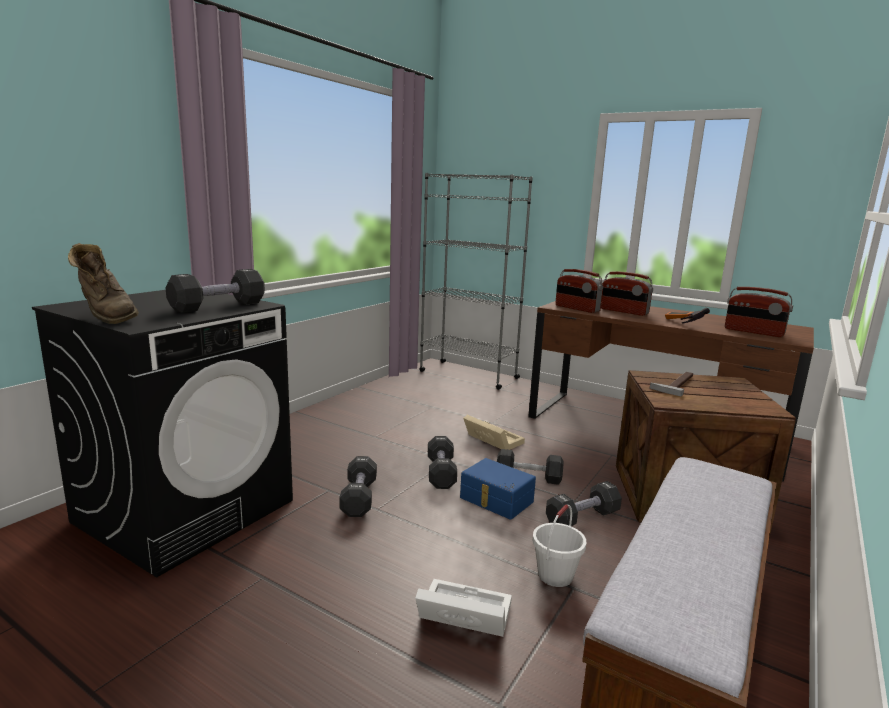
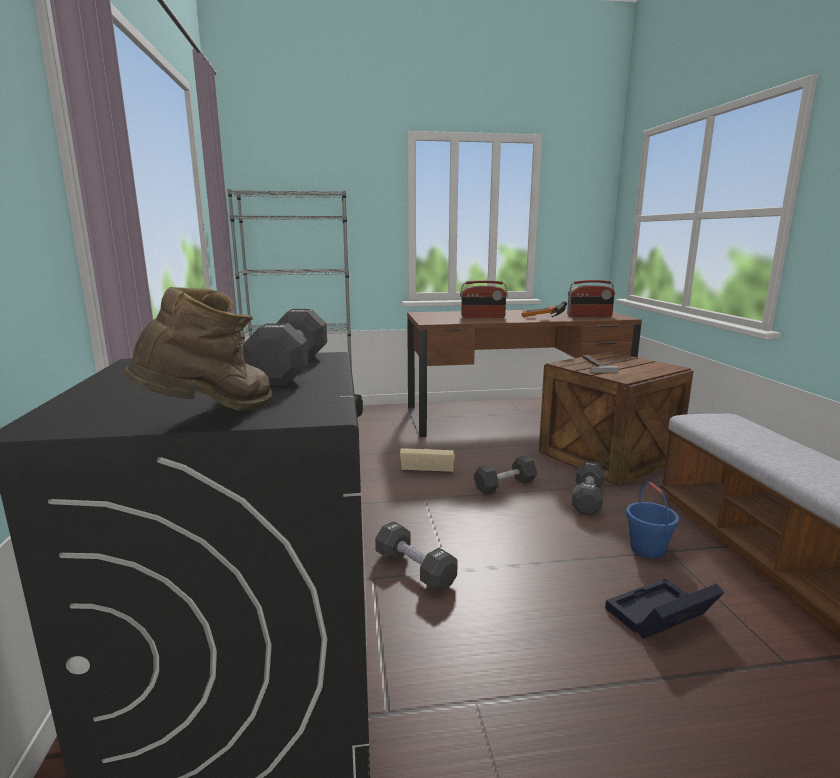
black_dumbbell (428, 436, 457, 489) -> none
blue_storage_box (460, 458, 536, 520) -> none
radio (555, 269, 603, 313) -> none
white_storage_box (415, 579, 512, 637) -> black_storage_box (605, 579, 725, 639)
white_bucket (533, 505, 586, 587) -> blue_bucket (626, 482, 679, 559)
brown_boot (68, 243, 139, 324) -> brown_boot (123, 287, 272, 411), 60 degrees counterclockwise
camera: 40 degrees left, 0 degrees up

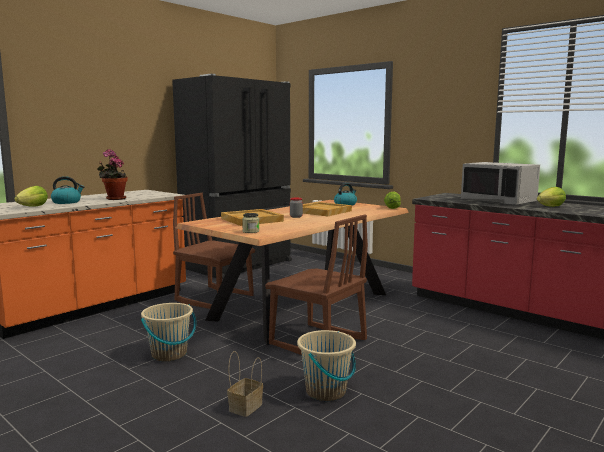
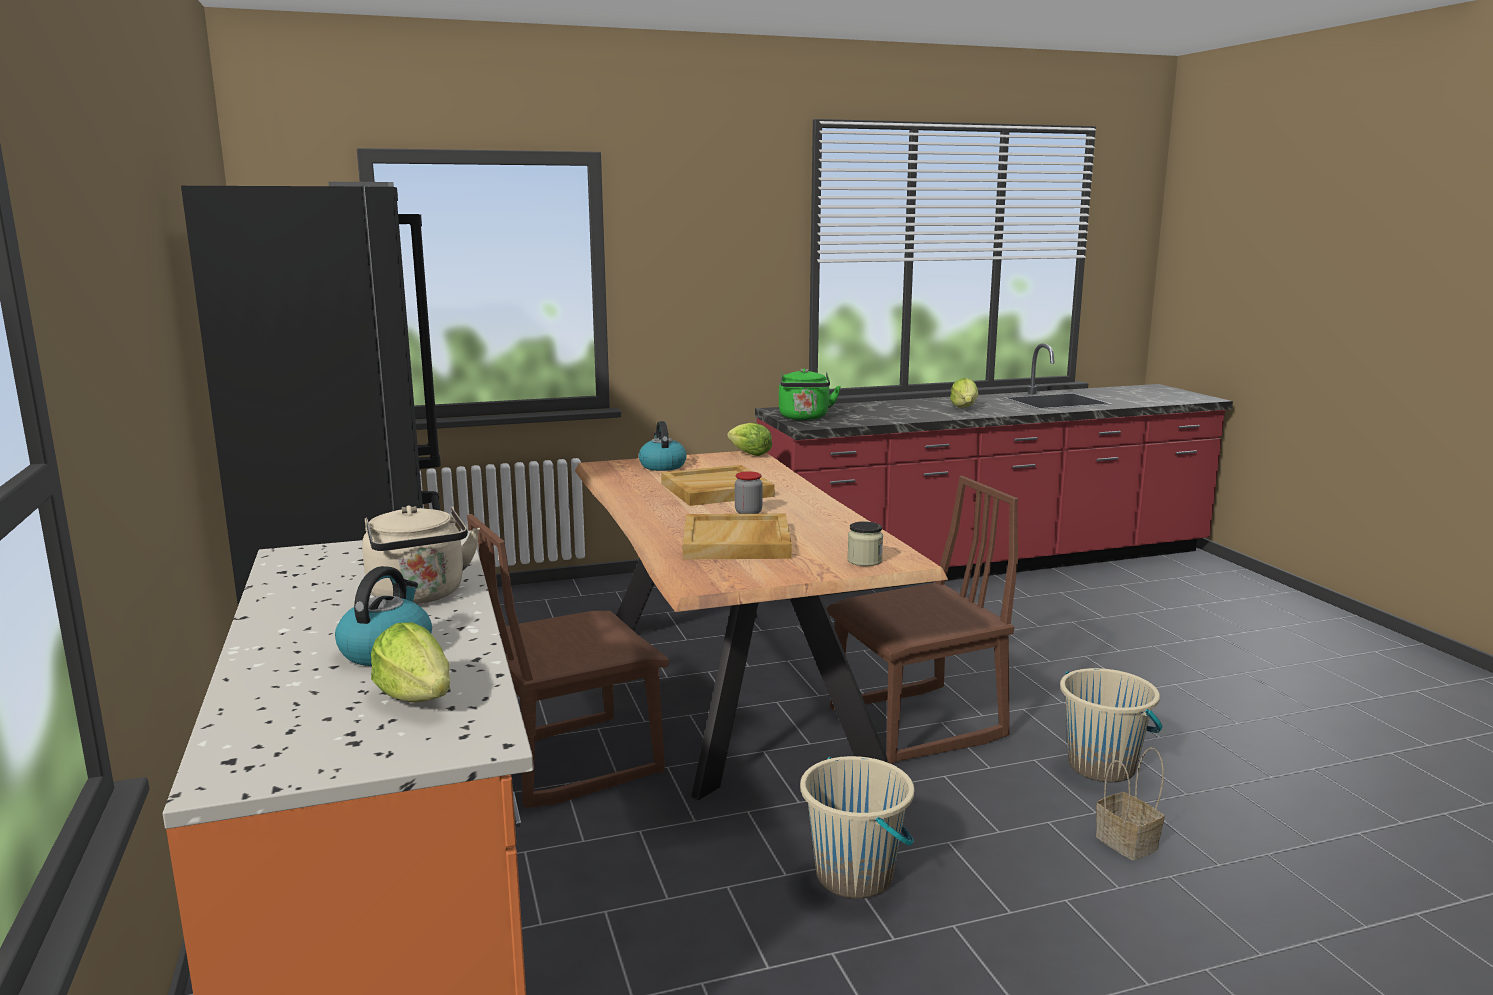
grey_microwave (461, 162, 540, 205) -> none
none -> green_kettle (779, 368, 841, 420)
potted_plant (97, 149, 128, 200) -> beige_kettle (362, 505, 480, 604)
camera: 60 degrees left, 5 degrees up

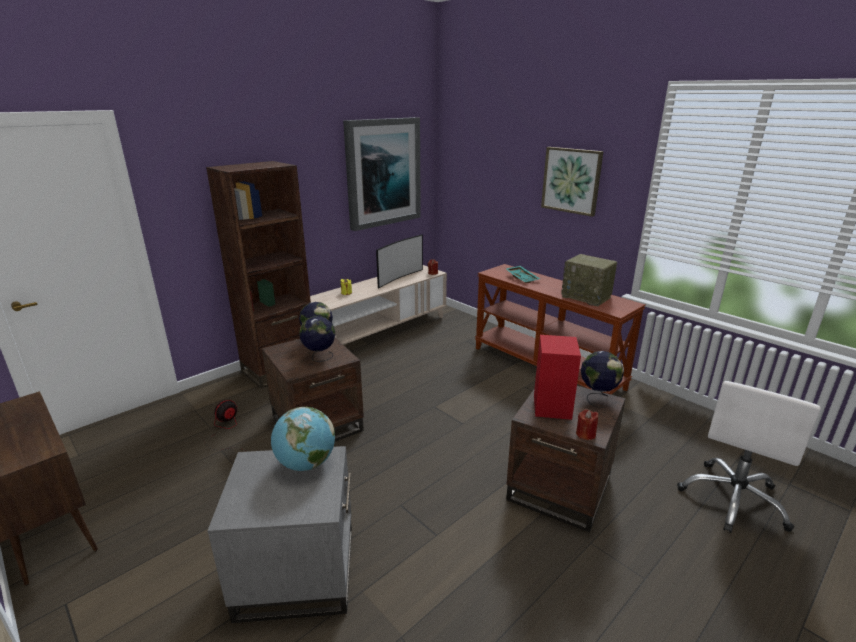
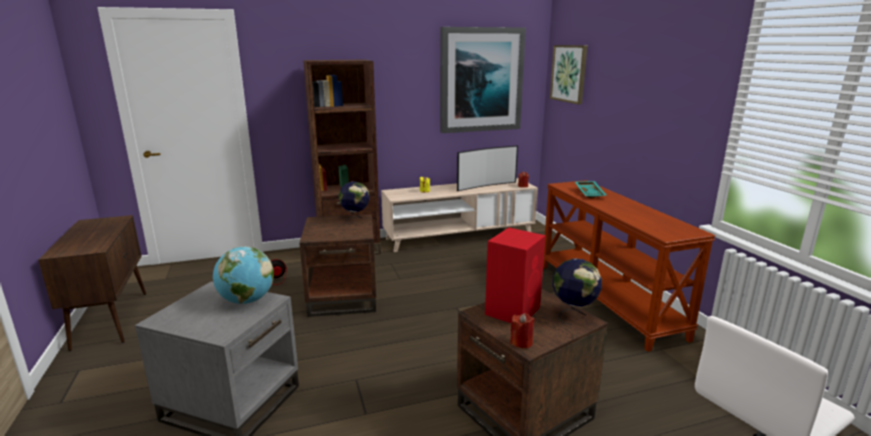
globe (299, 316, 336, 362) -> none
radio (561, 254, 617, 307) -> none
picture (541, 147, 603, 217) -> picture (550, 45, 587, 104), moved
camera: 25 degrees right, 5 degrees down

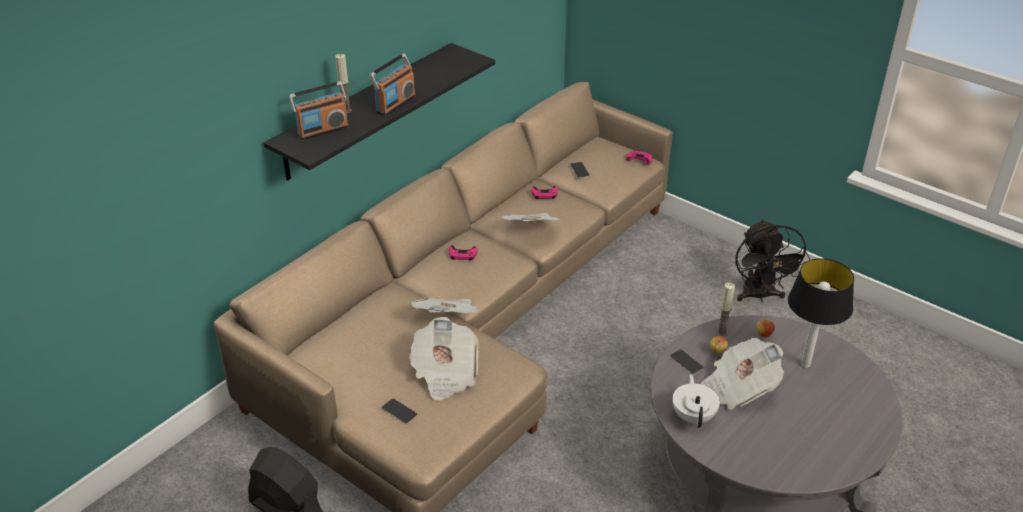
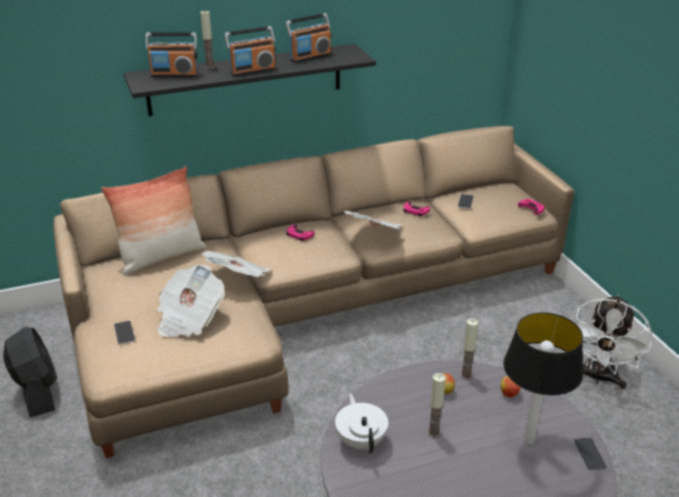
none -> pillow (101, 166, 206, 275)
none -> radio (285, 13, 332, 63)
phone (669, 349, 704, 375) -> phone (573, 437, 608, 472), moved
newspaper (700, 338, 784, 410) -> candle (428, 373, 445, 438)
black_fan (735, 219, 810, 302) -> white_fan (570, 295, 652, 389)
white_teapot (672, 374, 720, 428) -> white_teapot (335, 393, 388, 453), 45 degrees counterclockwise
camera: 30 degrees right, 5 degrees down

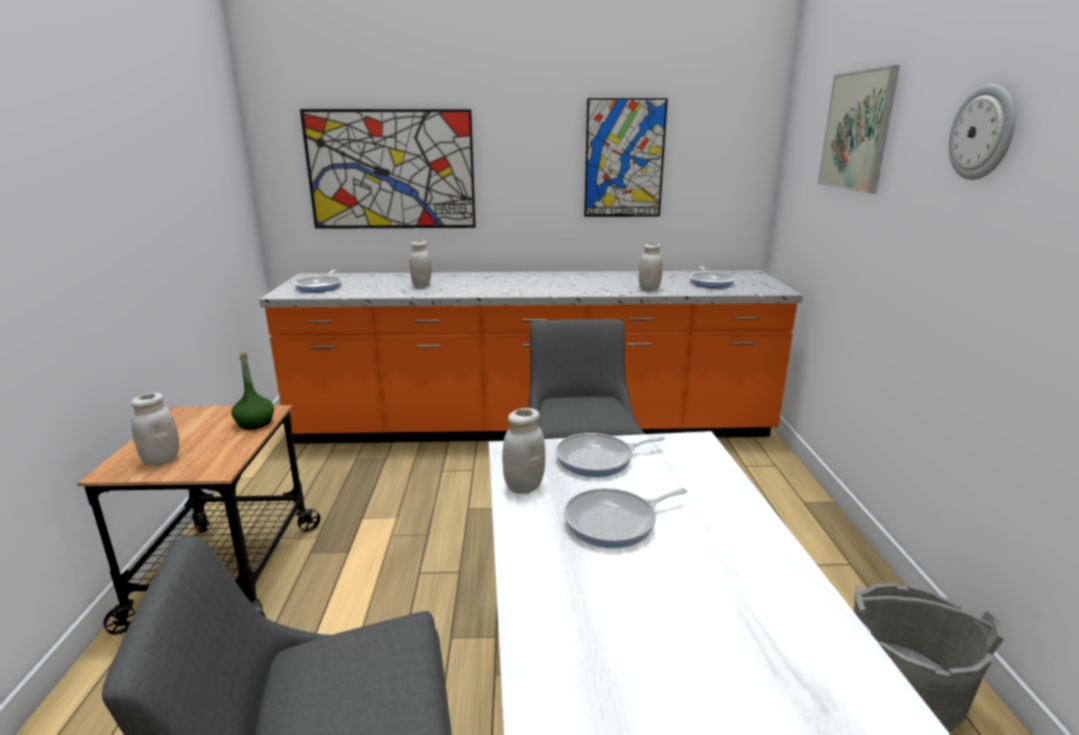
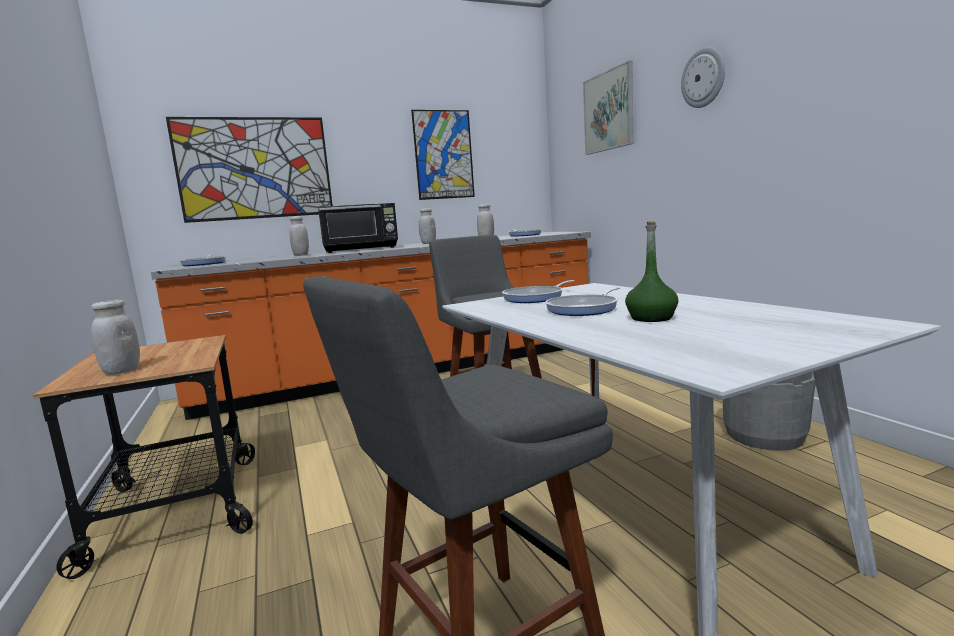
none -> black_microwave (318, 203, 398, 253)
green_bottle (231, 352, 274, 430) -> green_bottle (625, 221, 678, 322), moved
white_jar (502, 408, 545, 494) -> white_jar (419, 208, 436, 244), moved
camera: 20 degrees left, 10 degrees down

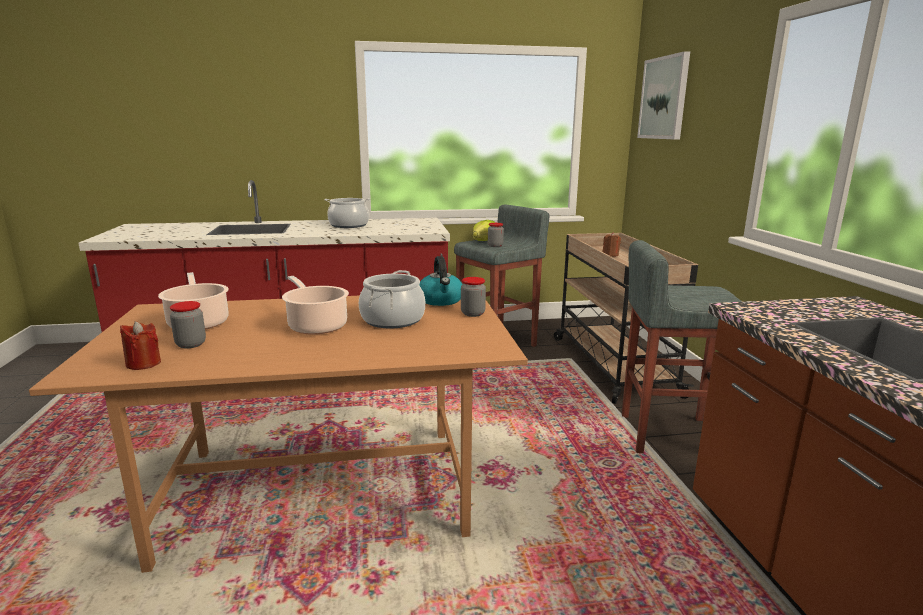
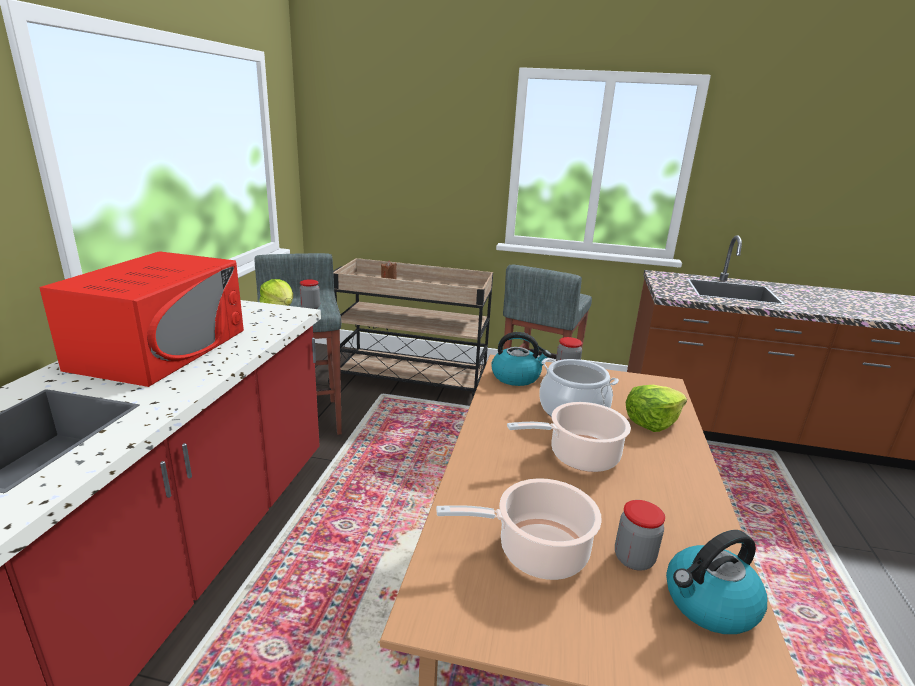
picture (637, 51, 690, 139) -> none
none -> lettuce (625, 385, 687, 432)
red_candle (120, 321, 161, 370) -> kettle (666, 530, 767, 634)
cooking_pot (324, 198, 370, 228) -> red_microwave (39, 251, 244, 387)
camera: 70 degrees left, 5 degrees up

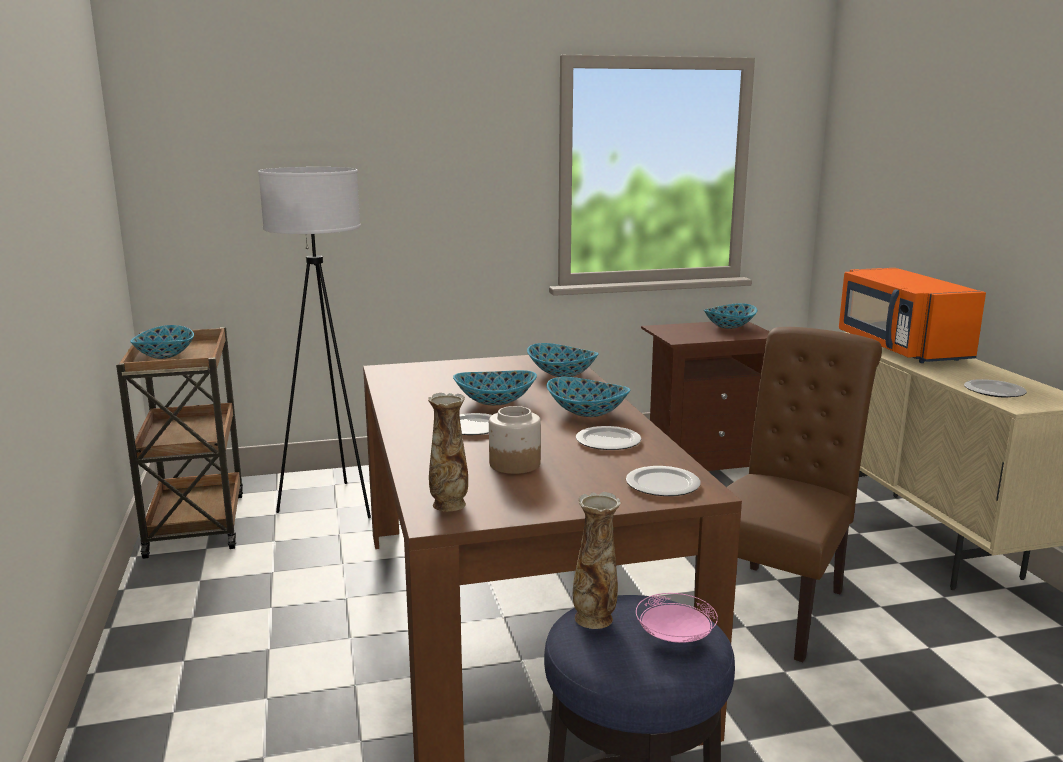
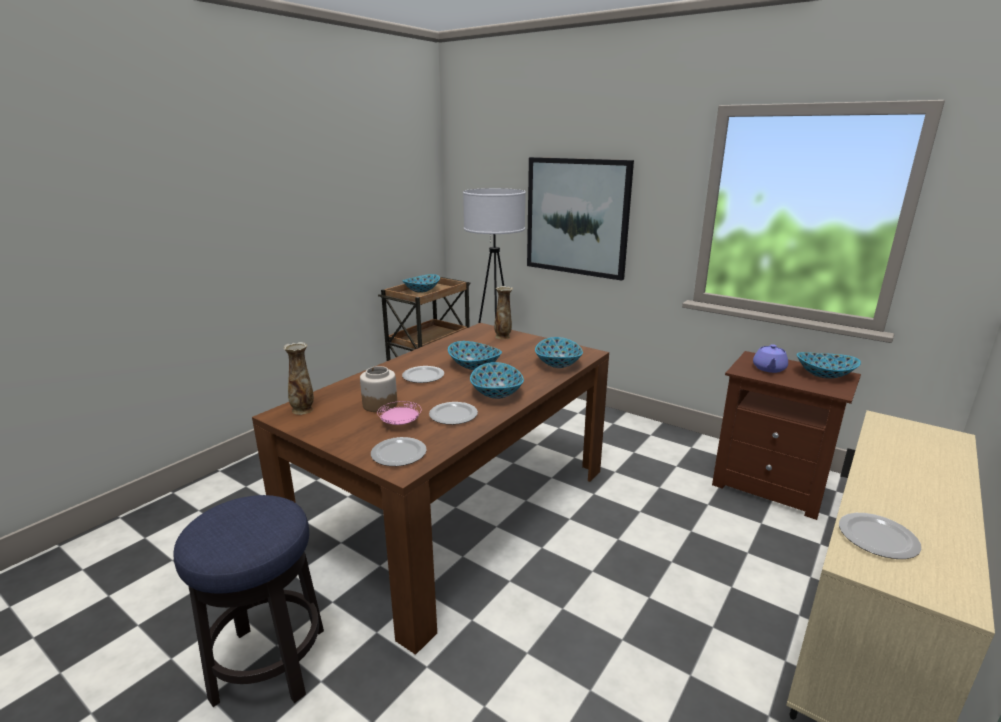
brown_chair (694, 327, 882, 662) -> none
orange_microwave (839, 268, 986, 363) -> none
none -> picture (527, 157, 634, 281)
none -> purple_teapot (753, 344, 788, 373)
vase (573, 492, 621, 629) -> vase (494, 286, 513, 339), moved
pink_plate (636, 593, 718, 643) -> pink_plate (377, 401, 422, 425), moved
camera: 50 degrees right, 5 degrees up

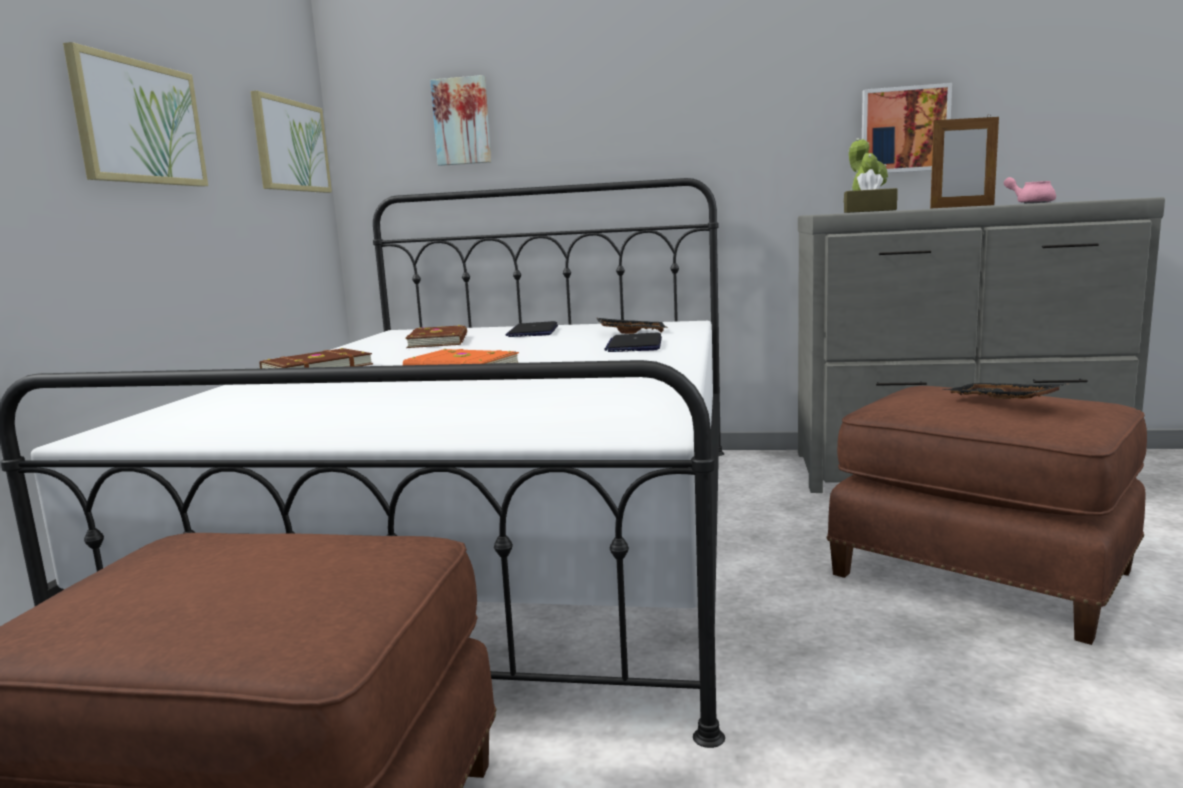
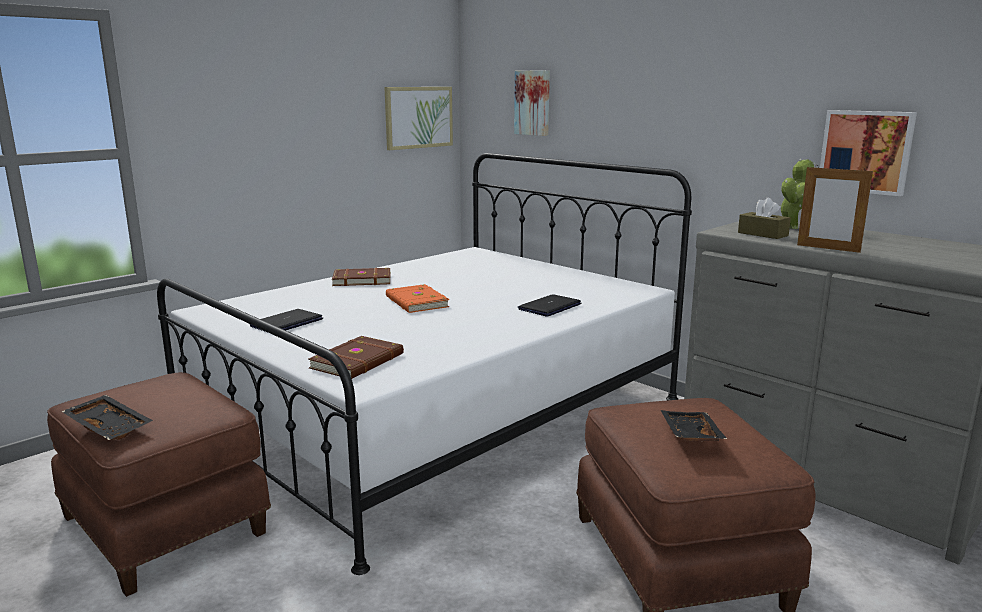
picture (63, 42, 208, 187) -> none
pink_teapot (1004, 177, 1056, 204) -> none
brown_book (405, 325, 467, 348) -> brown_book (308, 336, 404, 379), moved
laptop (506, 321, 558, 337) -> laptop (250, 309, 323, 332), moved
black_tray (597, 318, 668, 334) -> black_tray (61, 395, 153, 440), moved
camera: 35 degrees right, 5 degrees up

